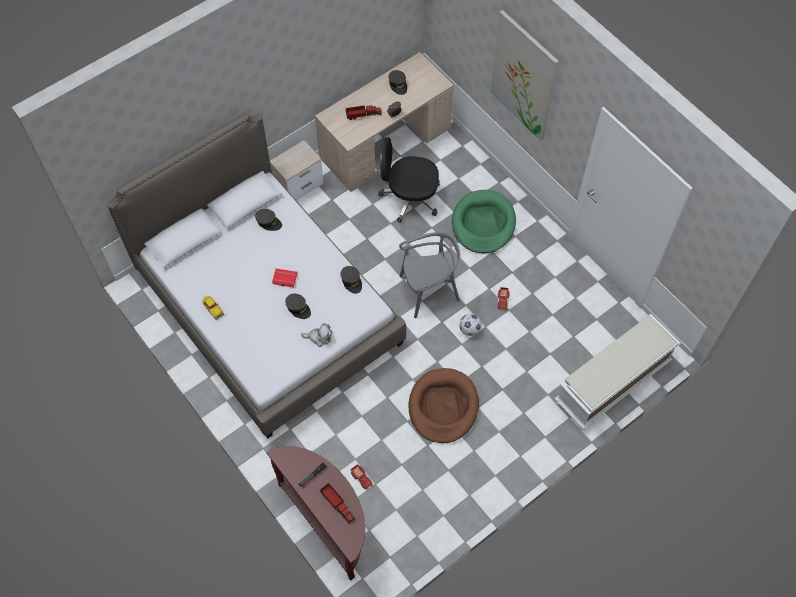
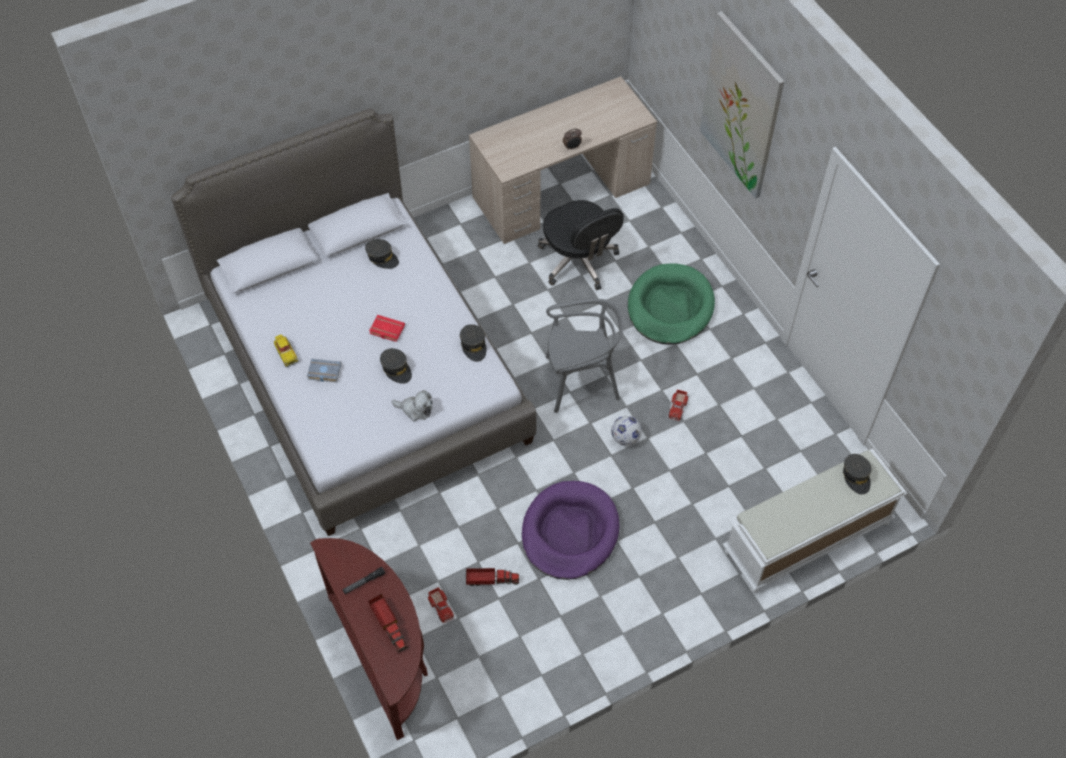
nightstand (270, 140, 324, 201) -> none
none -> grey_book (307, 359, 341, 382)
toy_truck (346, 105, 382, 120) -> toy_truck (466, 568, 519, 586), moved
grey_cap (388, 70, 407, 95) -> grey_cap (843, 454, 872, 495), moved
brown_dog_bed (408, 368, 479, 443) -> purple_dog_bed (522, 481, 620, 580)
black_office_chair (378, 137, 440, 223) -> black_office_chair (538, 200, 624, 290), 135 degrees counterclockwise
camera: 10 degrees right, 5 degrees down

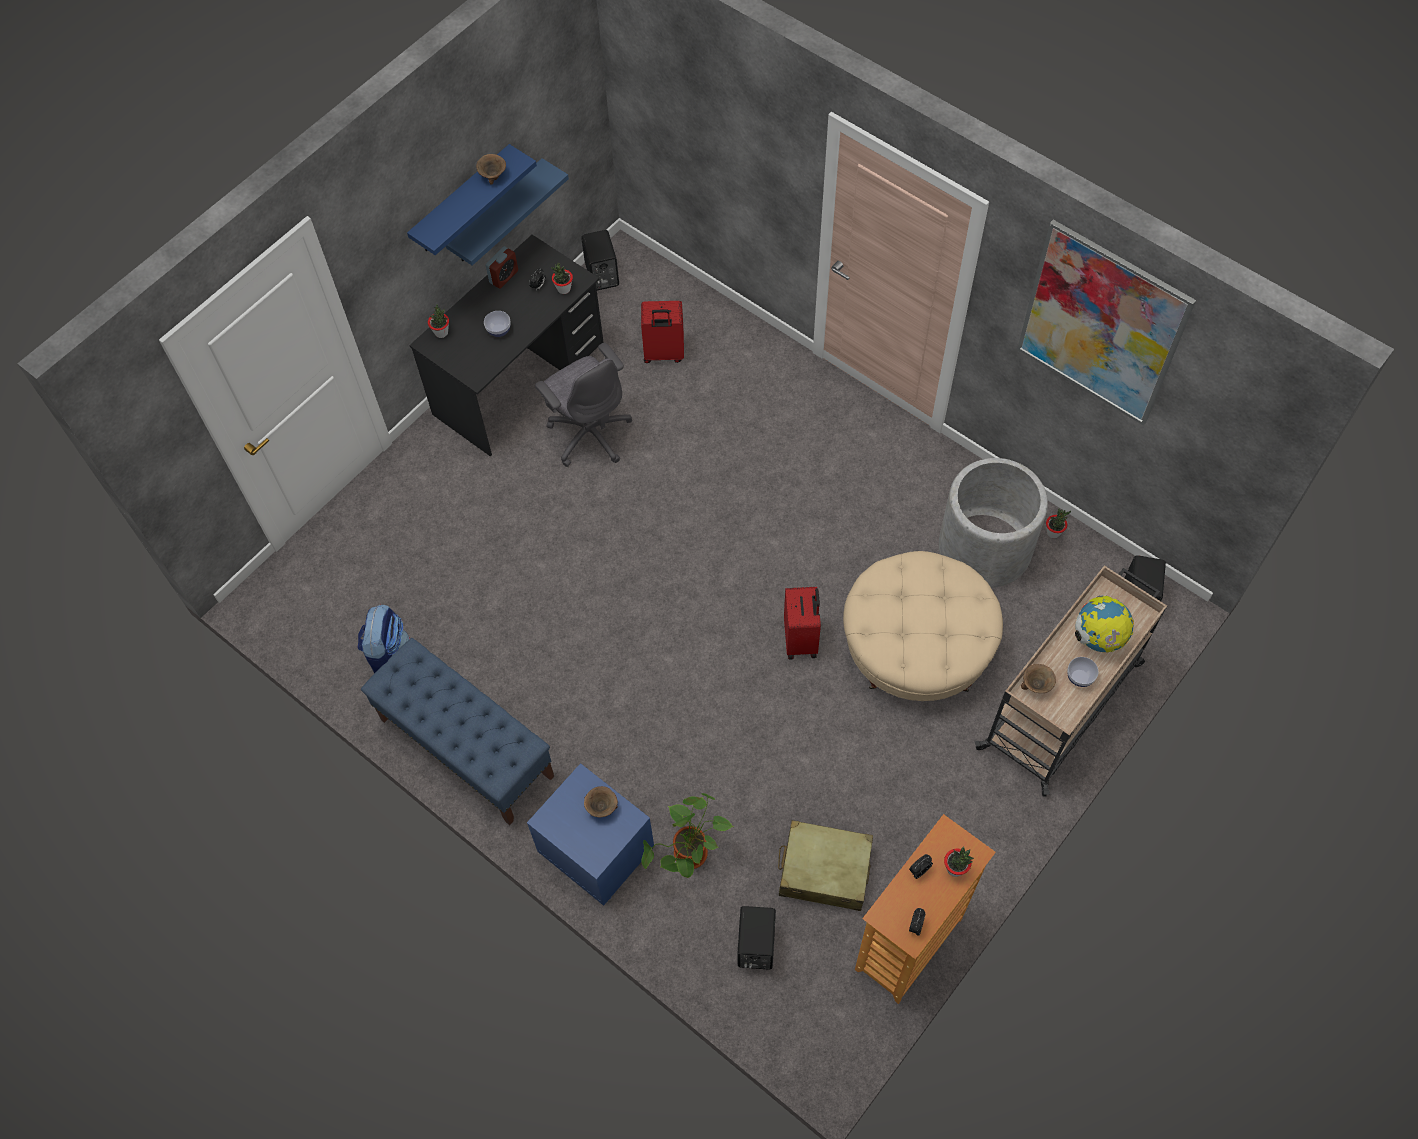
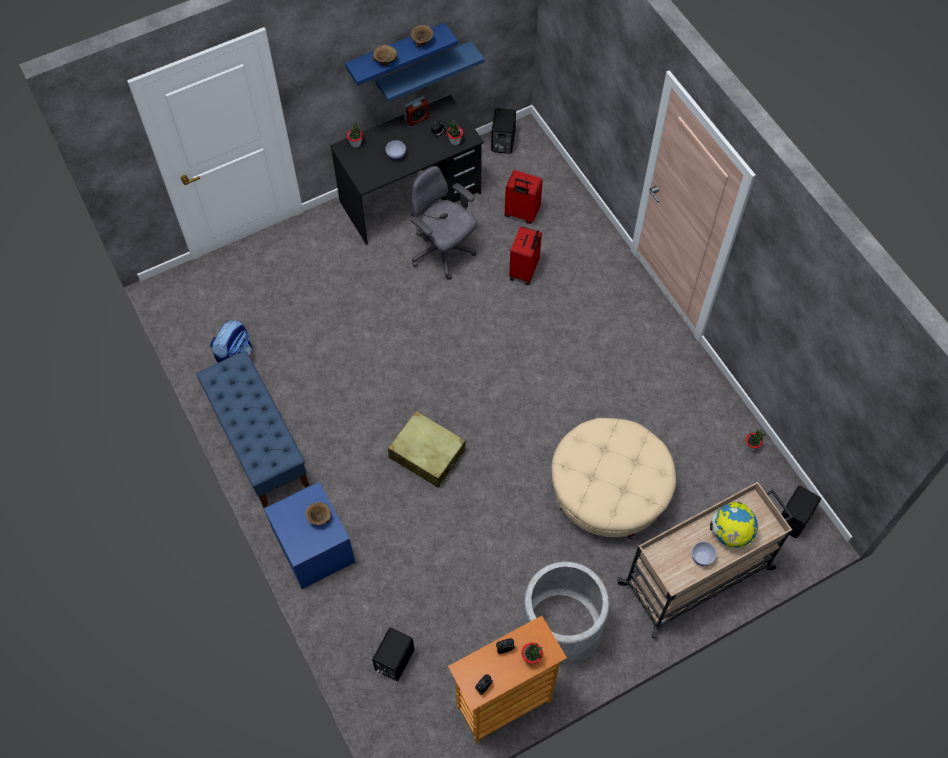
potted_plant (641, 793, 733, 878) -> none
picture (1017, 220, 1196, 426) -> none
beige_suitcase (778, 820, 873, 911) -> beige_suitcase (388, 411, 466, 488), moved
red_suitcase (784, 587, 821, 659) -> red_suitcase (509, 226, 542, 285), moved
grey_planter (939, 458, 1048, 588) -> grey_planter (521, 562, 609, 666), moved
brown_bowl (1021, 664, 1056, 693) -> brown_bowl (373, 45, 397, 66), moved
grey_office_chair (535, 343, 632, 467) -> grey_office_chair (410, 166, 477, 280), 150 degrees clockwise
camera: 20 degrees right, 0 degrees up

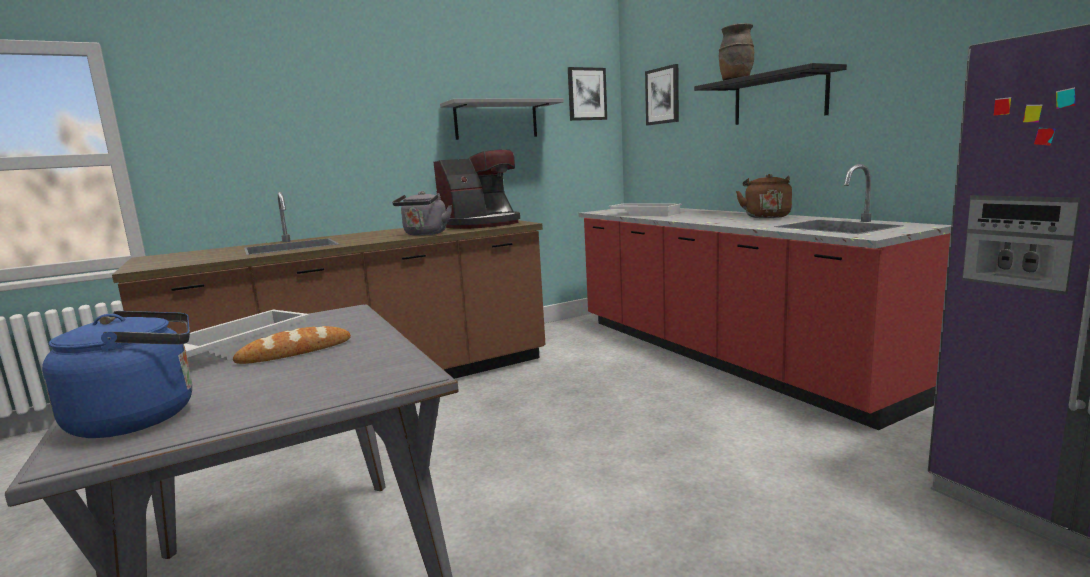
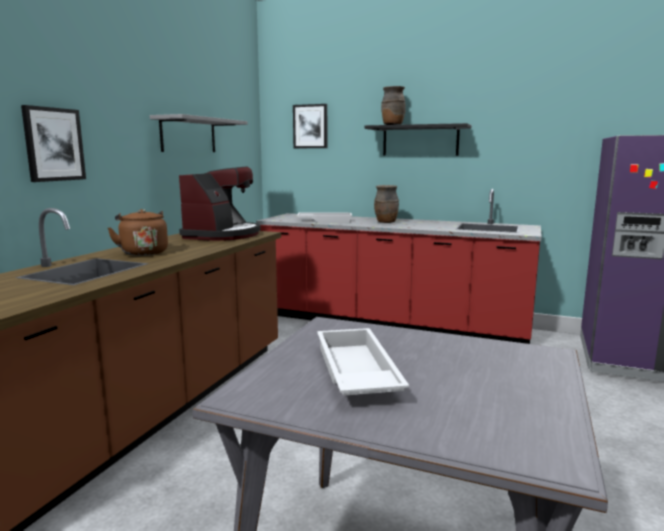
blue_kettle (42, 311, 192, 438) -> none
bread (233, 326, 351, 364) -> none
grey_kettle (392, 191, 452, 236) -> none
none -> brown_vase (374, 185, 399, 223)
picture (568, 67, 607, 121) -> picture (21, 105, 86, 182), moved
brown_kettle (736, 174, 792, 218) -> brown_kettle (108, 209, 168, 256), moved
camera: 40 degrees left, 0 degrees up

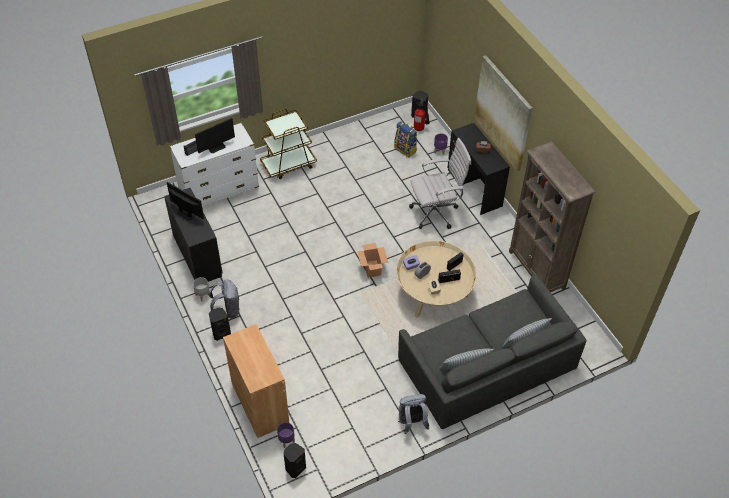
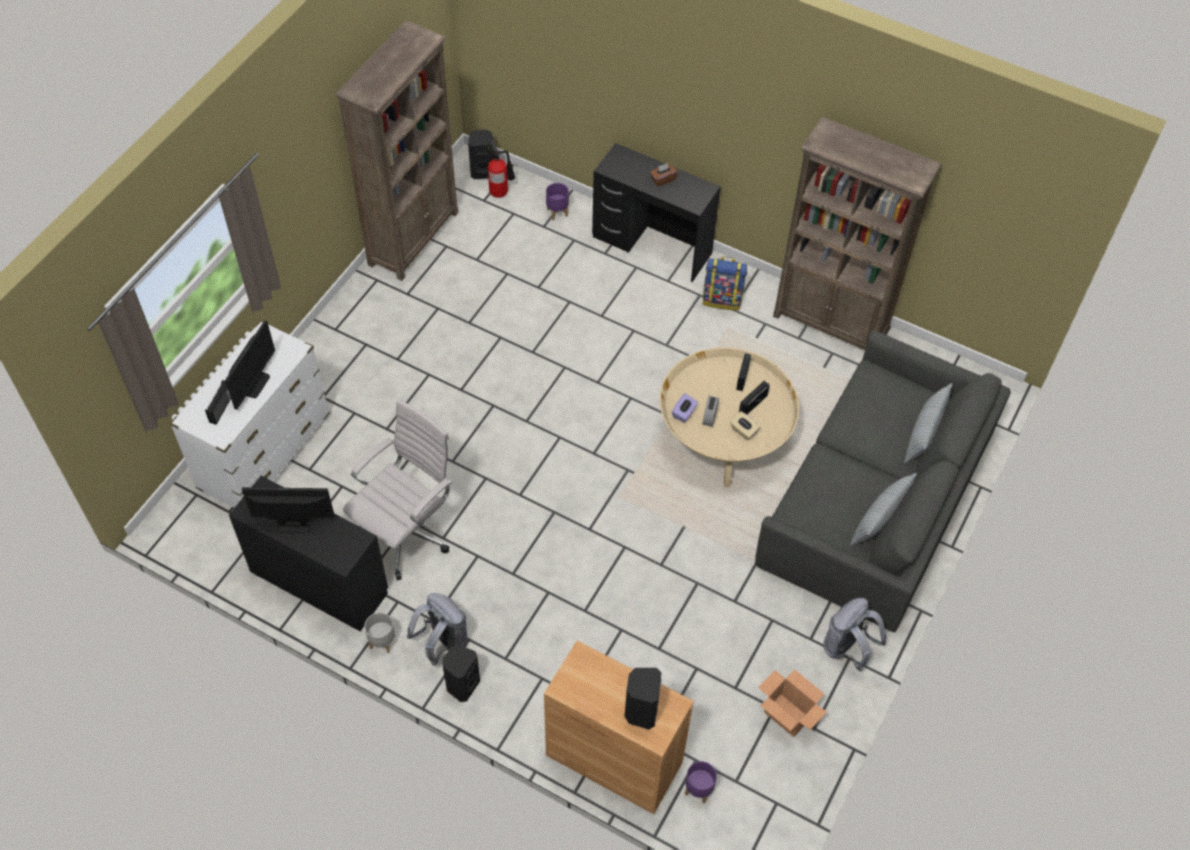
brown_cart (260, 109, 317, 179) -> none
picture (474, 55, 532, 171) -> none
none -> brown_bookcase (335, 20, 458, 281)
black_speaker (284, 443, 306, 478) -> black_speaker (625, 668, 661, 729), moved
cardboard_box (357, 243, 388, 278) -> cardboard_box (758, 669, 827, 737), moved
backpack (394, 121, 417, 157) -> backpack (703, 256, 747, 310), moved
white_office_chair (409, 138, 471, 229) -> white_office_chair (343, 400, 452, 580), moved
camera: 35 degrees left, 5 degrees up

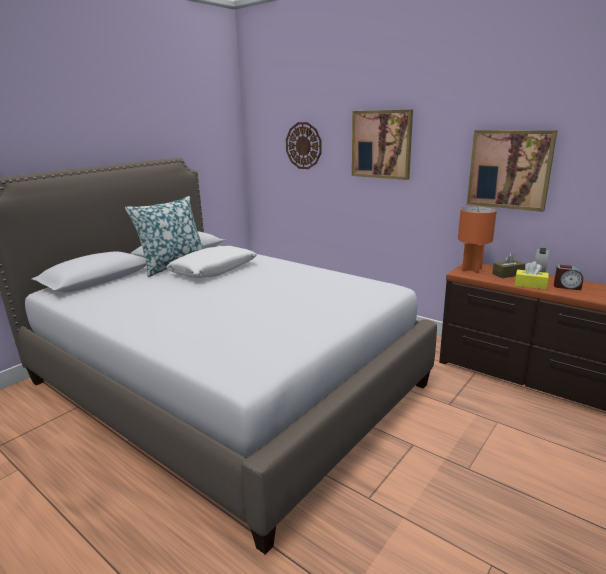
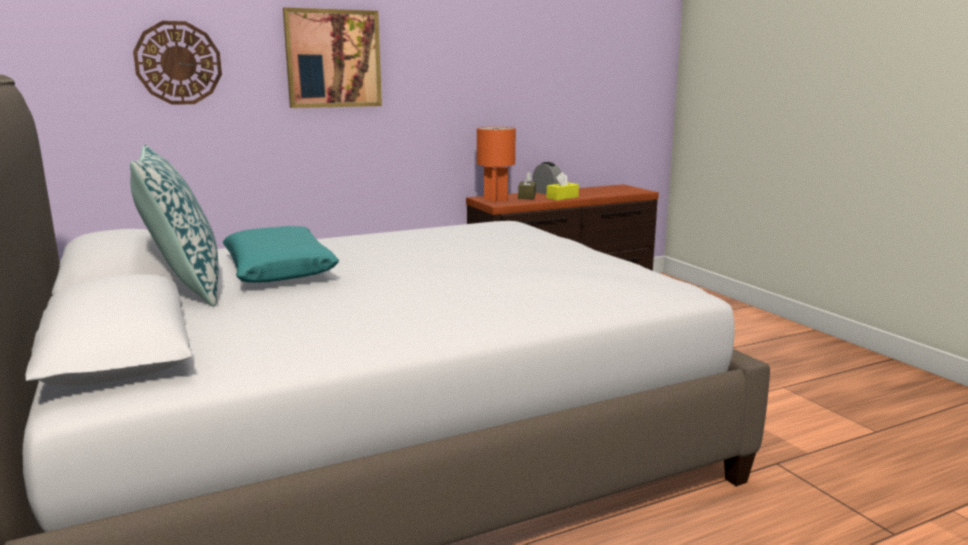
picture (467, 130, 557, 212) -> none
alarm_clock (554, 265, 583, 290) -> none
white_pillow (166, 246, 257, 278) -> turquoise_pillow (223, 226, 339, 283)
camera: 65 degrees left, 5 degrees down

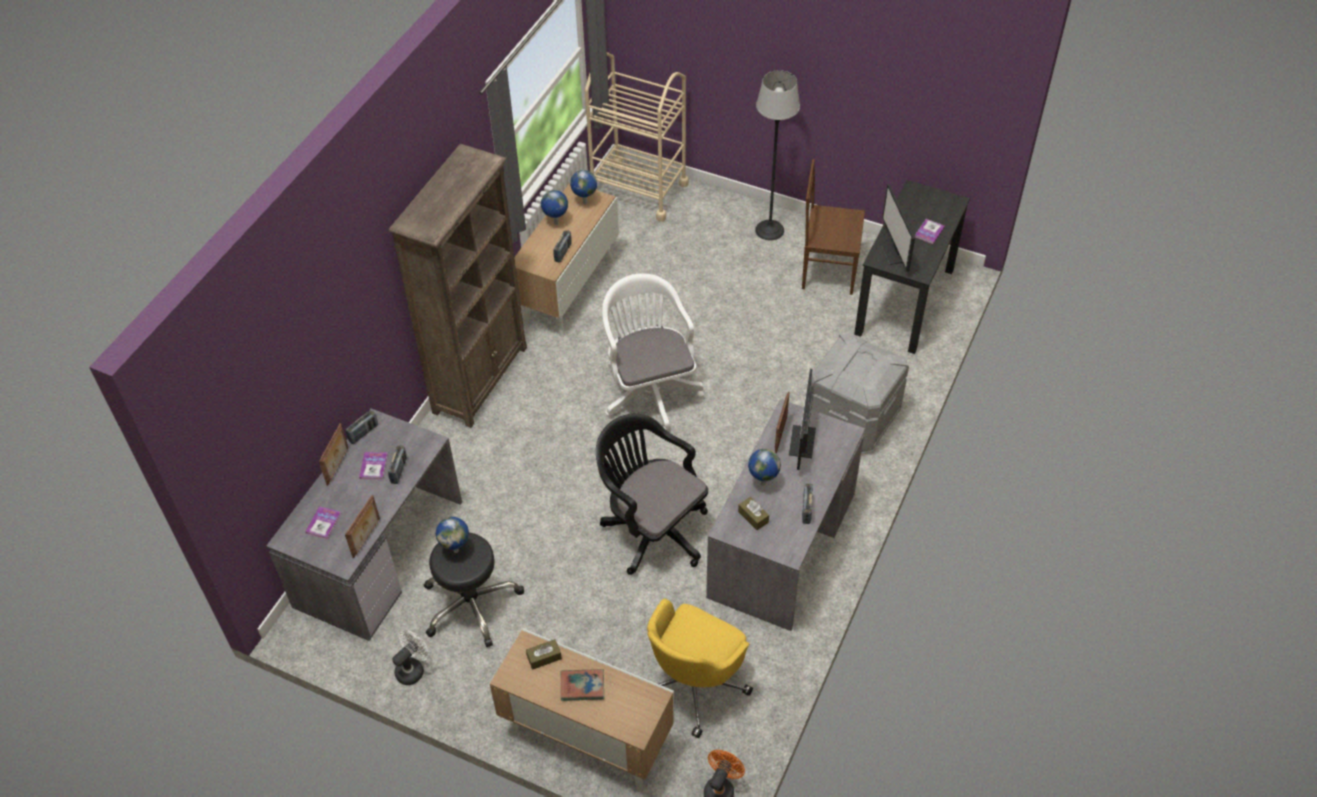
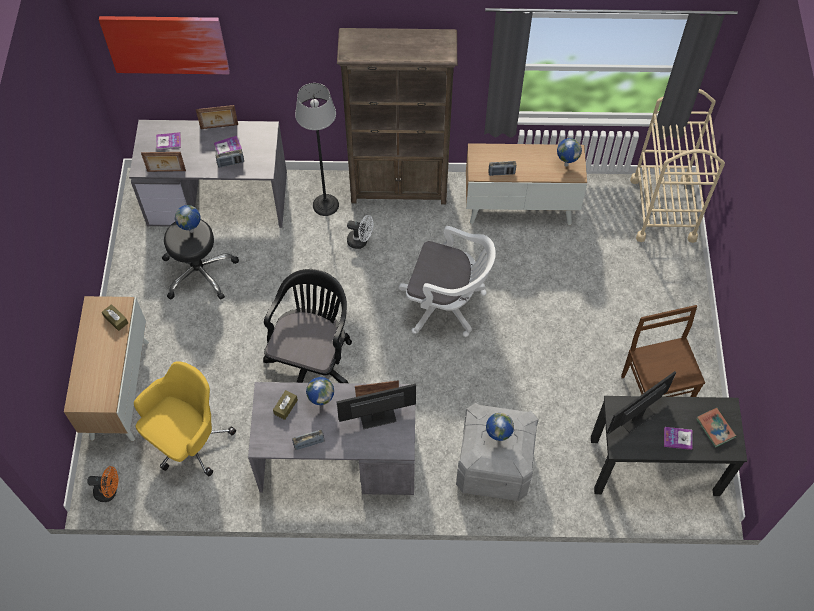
radio (346, 410, 378, 444) -> none
none -> picture (99, 16, 230, 74)
white_fan (392, 630, 429, 685) -> white_fan (347, 215, 373, 249), moved
globe (541, 190, 568, 225) -> globe (486, 413, 514, 441), moved
book (560, 669, 604, 701) -> book (696, 408, 736, 448), moved
floor_lamp (755, 70, 800, 241) -> floor_lamp (295, 83, 339, 216), moved
white_office_chair (602, 273, 704, 430) -> white_office_chair (399, 226, 496, 337), 60 degrees clockwise
yellow_office_chair (647, 598, 753, 738) -> yellow_office_chair (134, 361, 236, 476), 120 degrees clockwise
camera: 65 degrees right, 10 degrees up

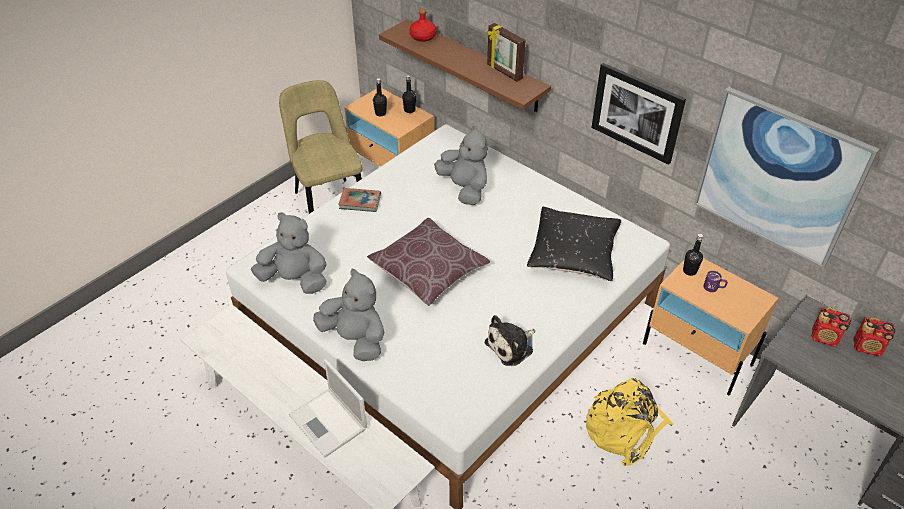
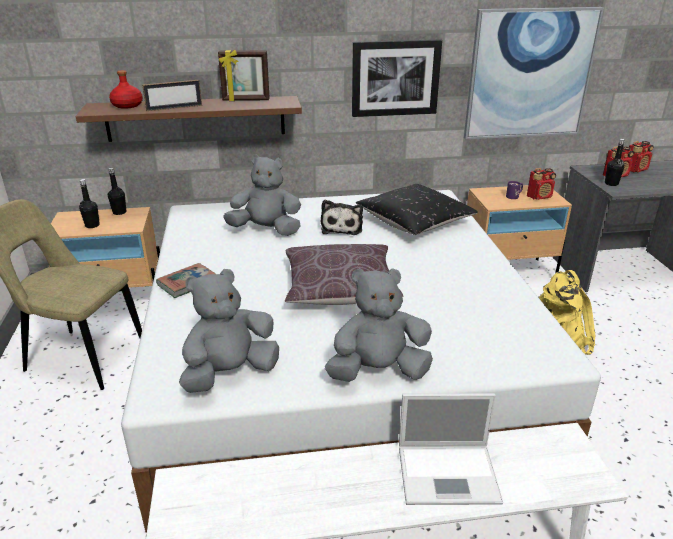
none -> picture_frame (142, 80, 202, 111)
none -> radio (527, 168, 556, 200)
plush_toy (484, 315, 535, 366) -> plush_toy (321, 200, 363, 235), moved
black_bottle (683, 234, 703, 276) -> black_bottle (605, 139, 625, 186), moved
camera: 50 degrees left, 15 degrees down

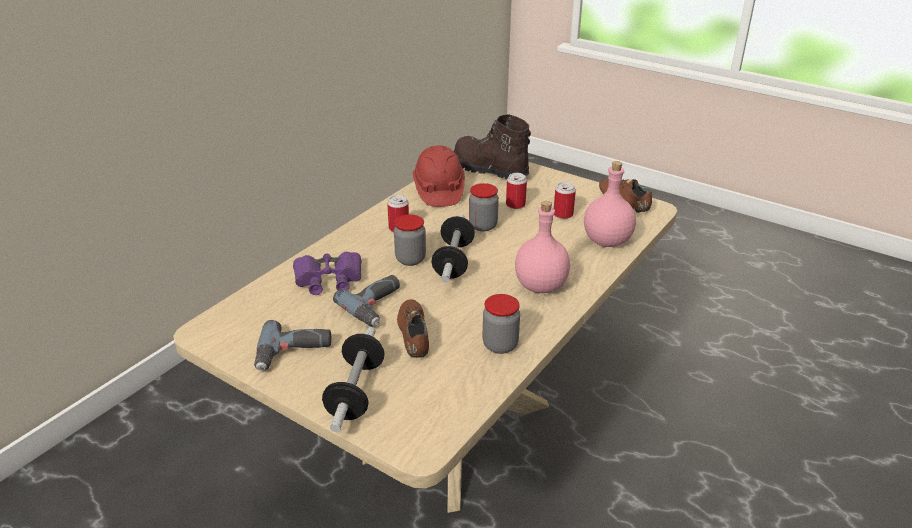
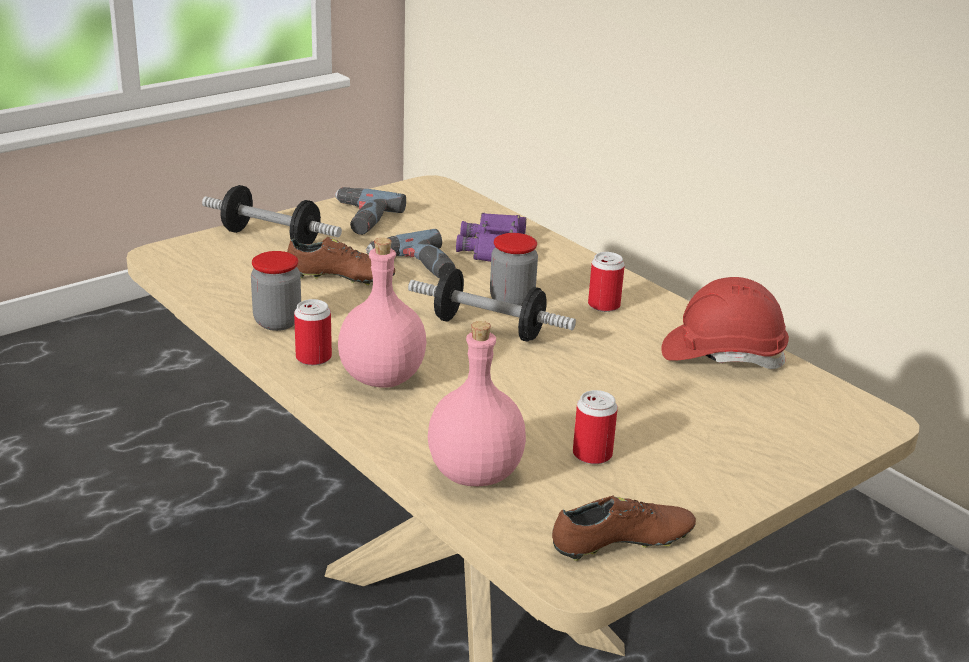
brown_boot (454, 115, 531, 179) -> none
jar (469, 183, 499, 231) -> none
can (506, 173, 527, 209) -> can (294, 299, 332, 365), moved
camera: 105 degrees right, 5 degrees down

